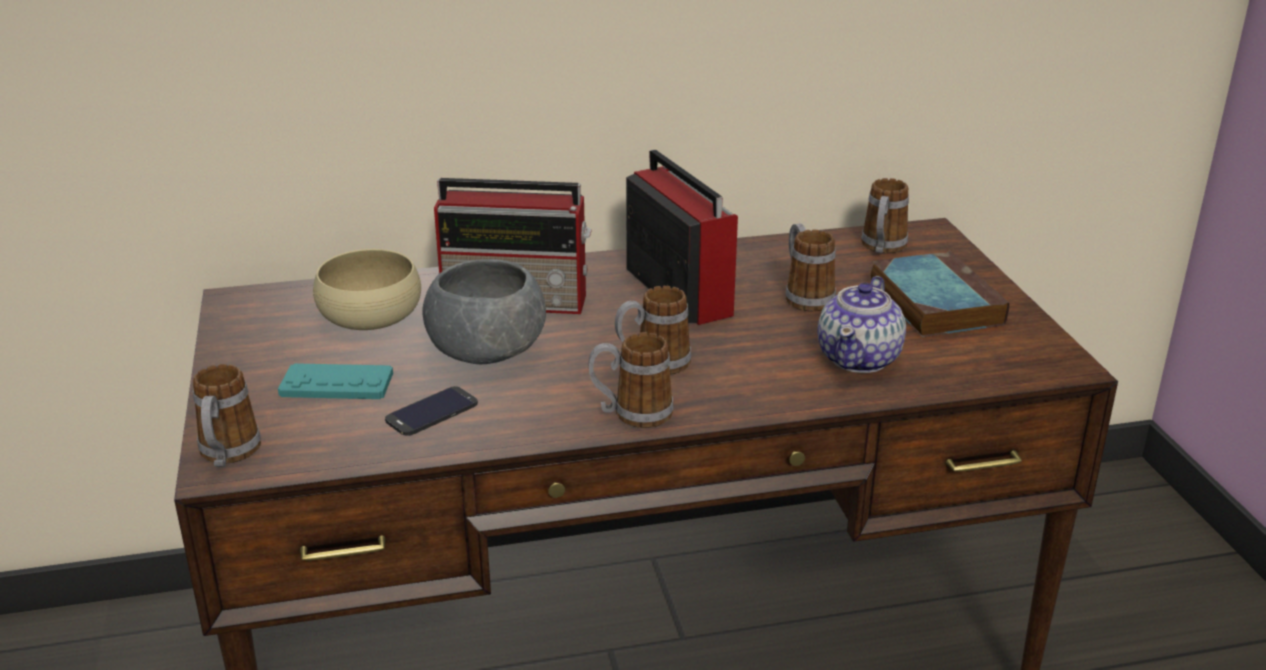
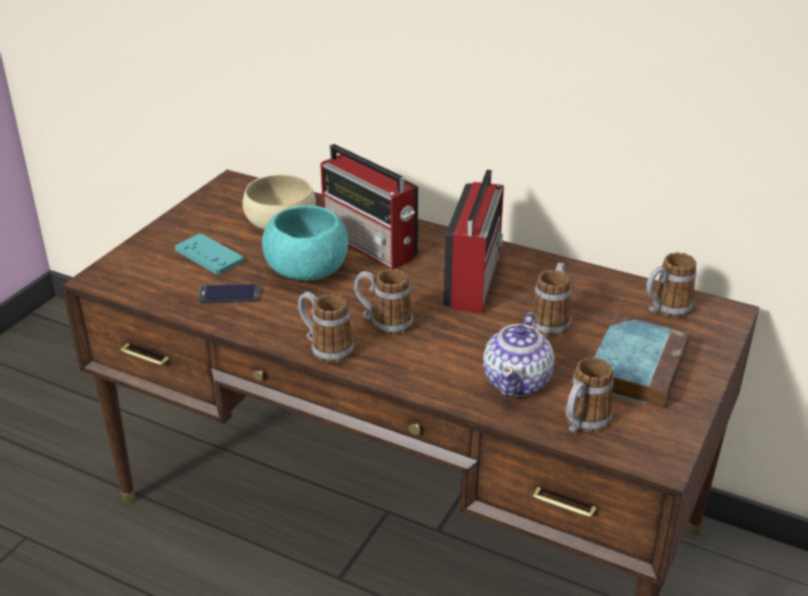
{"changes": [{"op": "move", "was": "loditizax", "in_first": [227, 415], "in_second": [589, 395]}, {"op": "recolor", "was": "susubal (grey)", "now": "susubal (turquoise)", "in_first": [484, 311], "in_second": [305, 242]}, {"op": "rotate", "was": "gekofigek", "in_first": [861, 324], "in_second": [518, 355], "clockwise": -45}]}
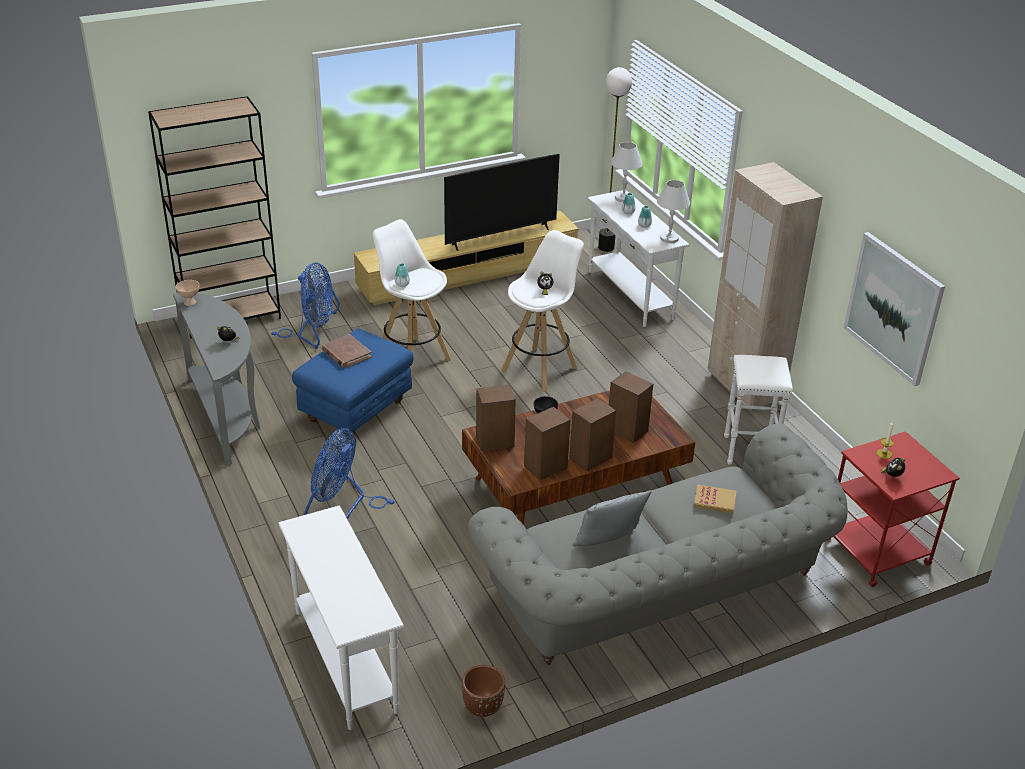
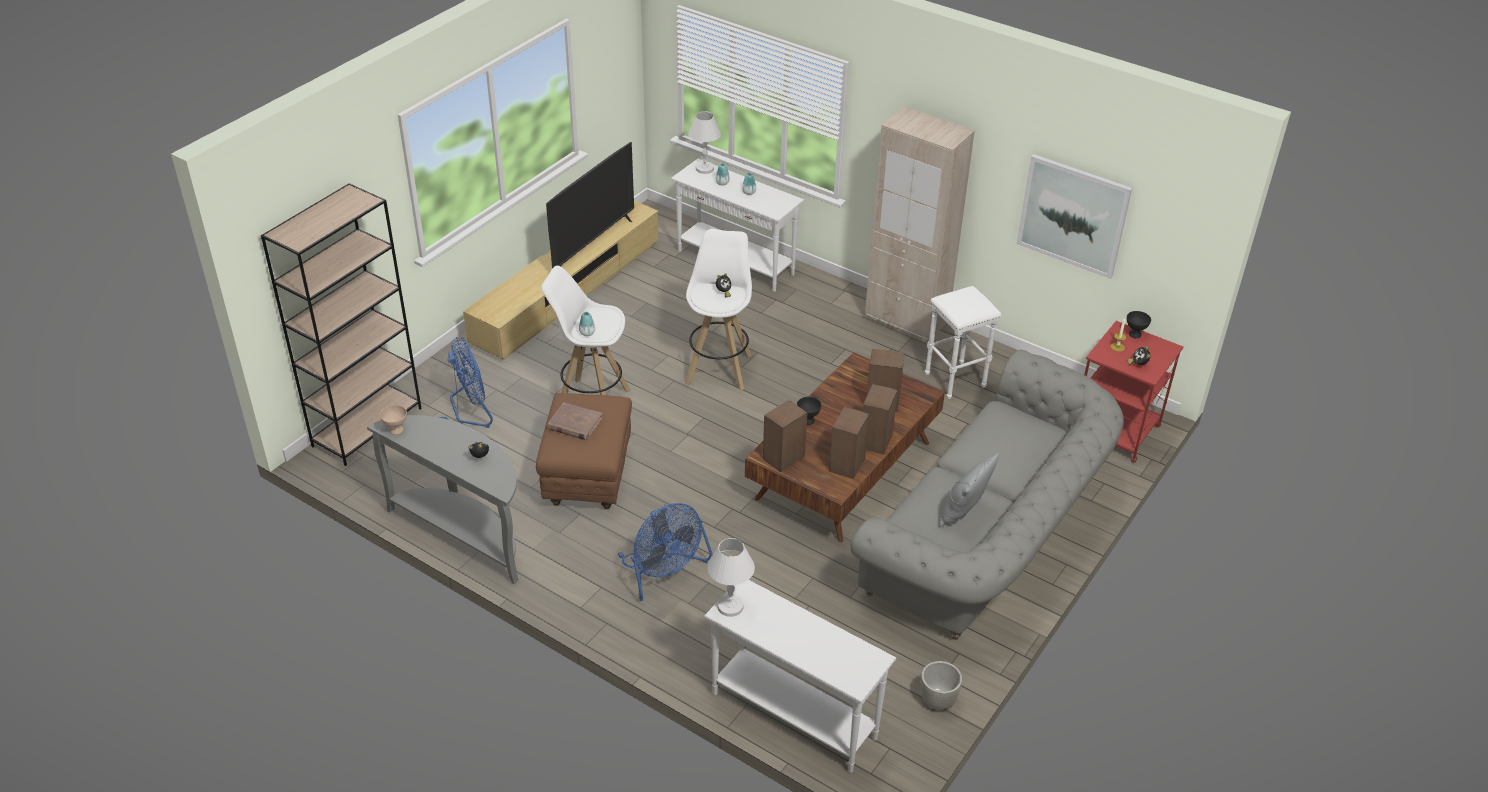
{"changes": [{"op": "recolor", "was": "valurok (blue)", "now": "valurok (brown)", "in_first": [353, 384], "in_second": [584, 451]}, {"op": "rotate", "was": "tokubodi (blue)", "in_first": [349, 473], "in_second": [665, 552], "clockwise": -120}, {"op": "recolor", "was": "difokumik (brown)", "now": "difokumik (grey)", "in_first": [483, 691], "in_second": [941, 685]}, {"op": "delete", "was": "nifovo", "in_first": [615, 159]}, {"op": "move", "was": "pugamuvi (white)", "in_first": [673, 211], "in_second": [731, 577]}, {"op": "delete", "was": "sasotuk", "in_first": [715, 498]}, {"op": "insert", "now": "susubal (black)", "in_second": [1139, 324]}]}
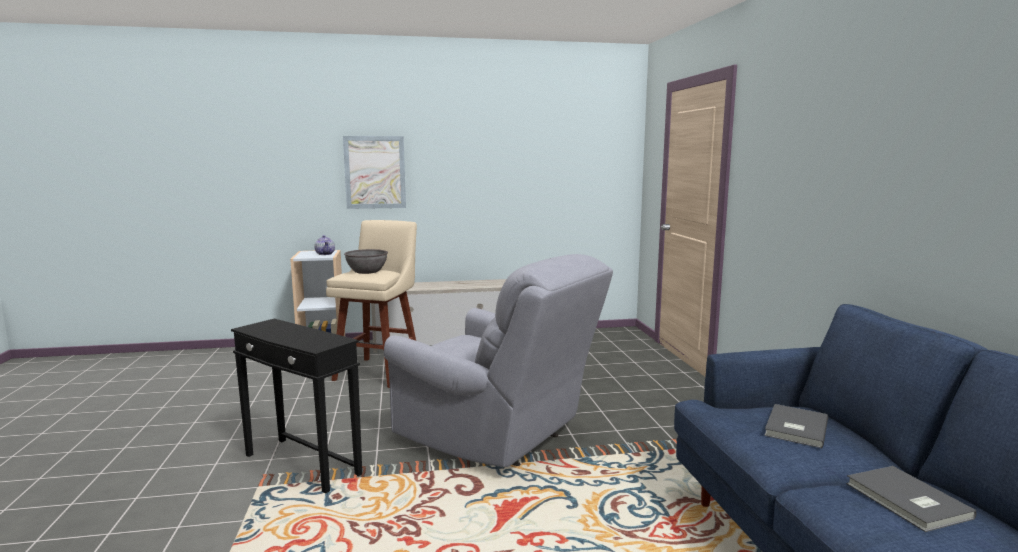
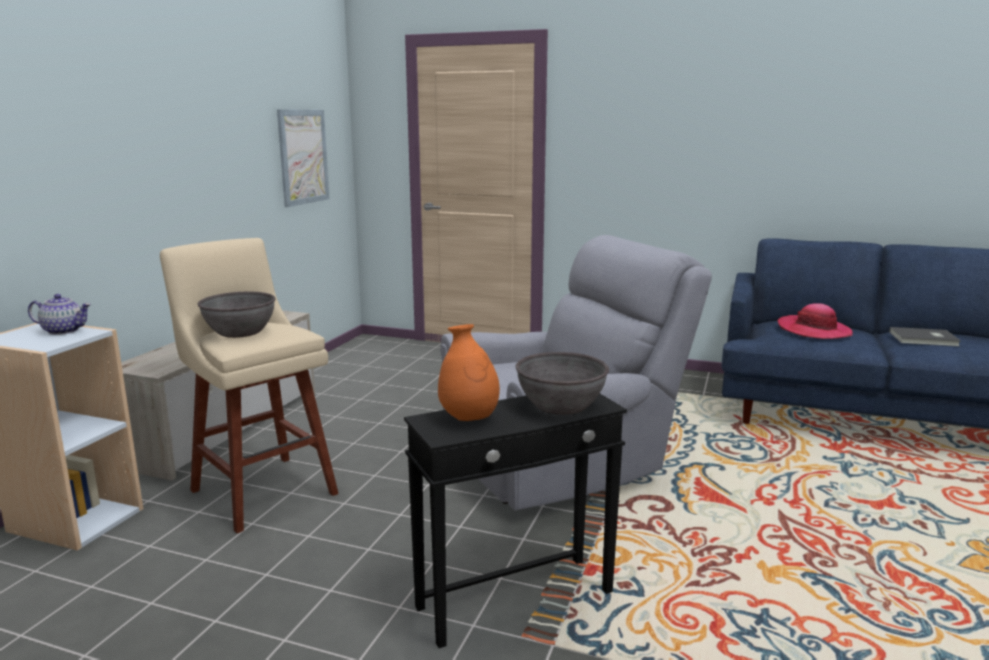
{"changes": [{"op": "move", "was": "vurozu", "in_first": [374, 172], "in_second": [303, 158]}, {"op": "replace", "was": "sasotuk (grey)", "now": "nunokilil", "in_first": [796, 426], "in_second": [815, 321]}, {"op": "insert", "now": "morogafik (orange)", "in_second": [469, 372]}, {"op": "insert", "now": "susubal (grey)", "in_second": [562, 383]}]}
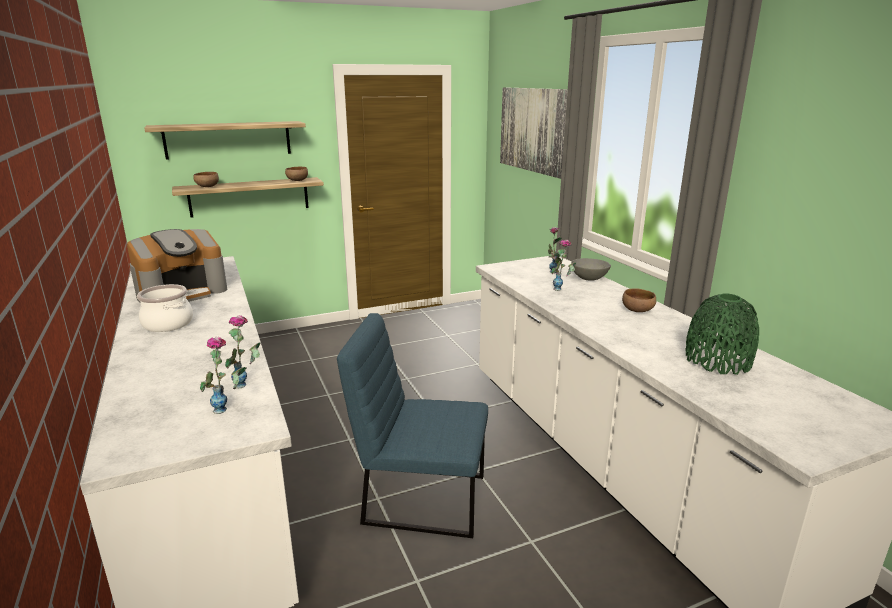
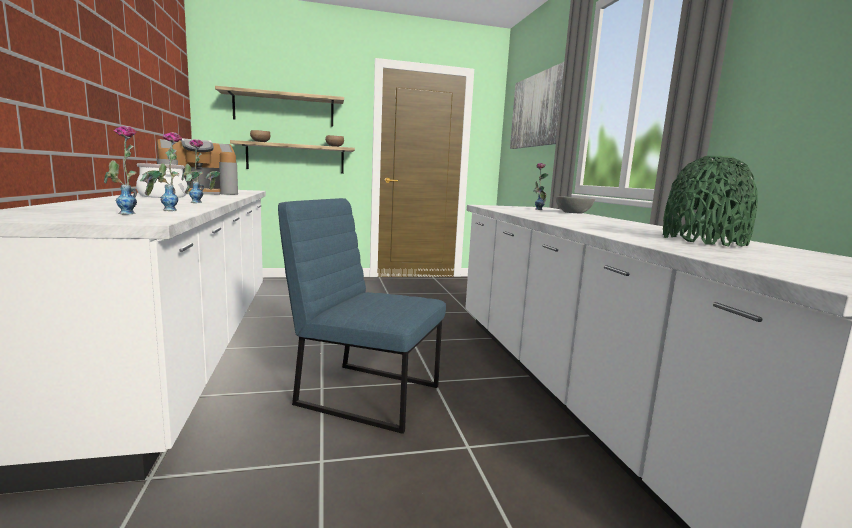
{"changes": [{"op": "move", "was": "morogafik", "in_first": [563, 265], "in_second": [201, 171]}, {"op": "delete", "was": "susubal (brown)", "in_first": [639, 300]}]}
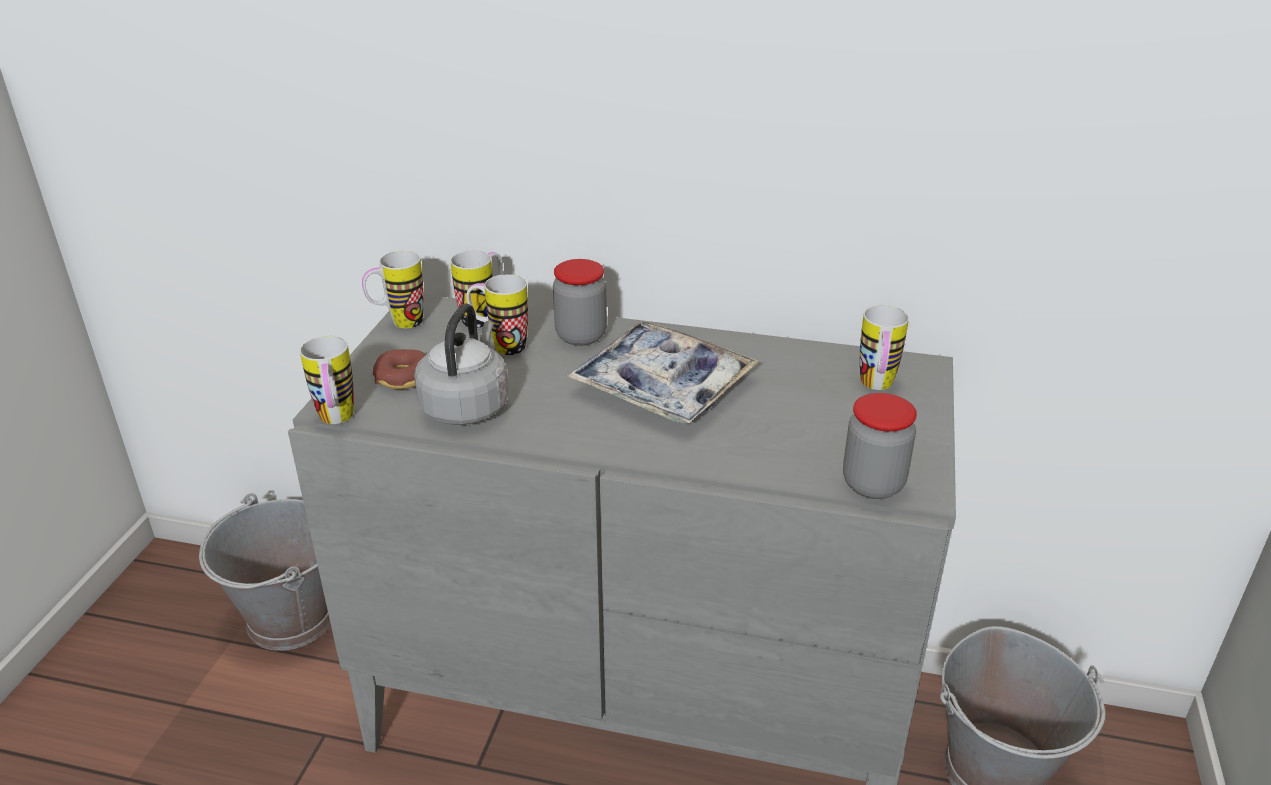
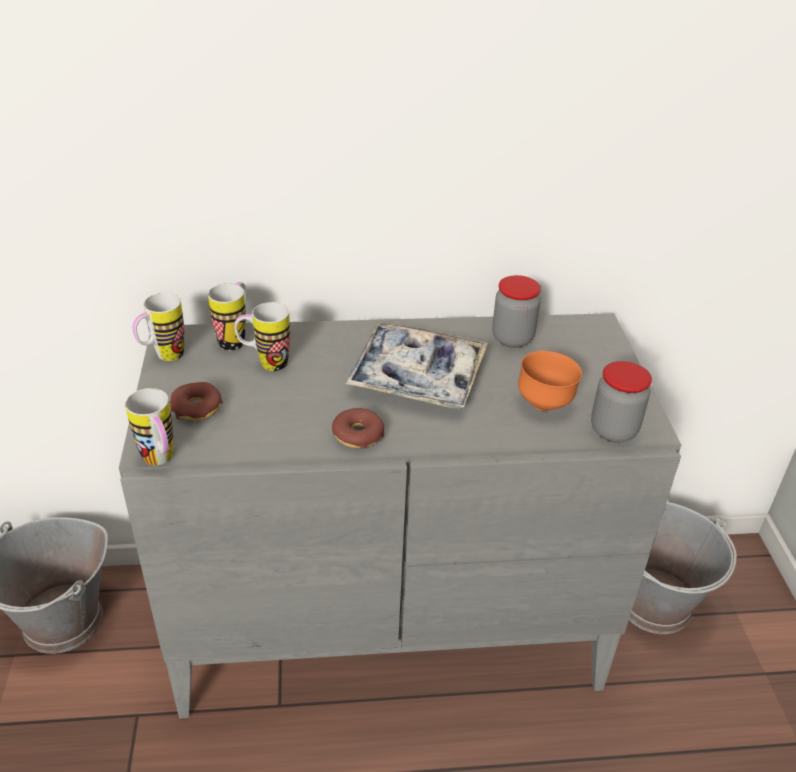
{"changes": [{"op": "delete", "was": "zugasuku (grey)", "in_first": [461, 364]}, {"op": "move", "was": "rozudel", "in_first": [580, 302], "in_second": [516, 311]}, {"op": "delete", "was": "loditizax", "in_first": [884, 347]}, {"op": "insert", "now": "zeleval", "in_second": [358, 428]}, {"op": "insert", "now": "susubal (orange)", "in_second": [550, 381]}]}
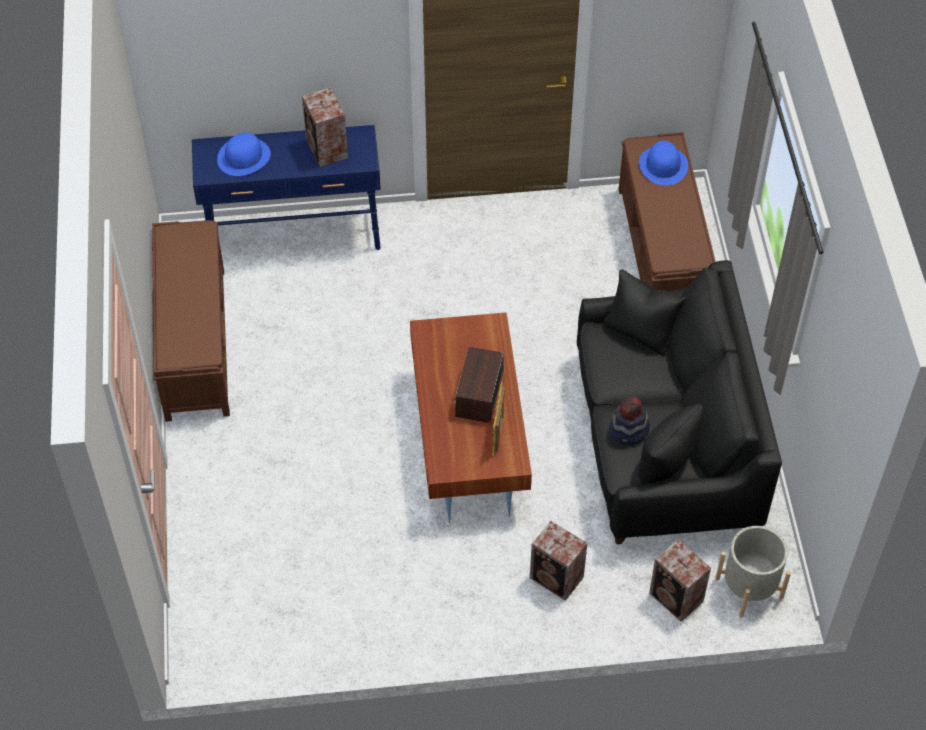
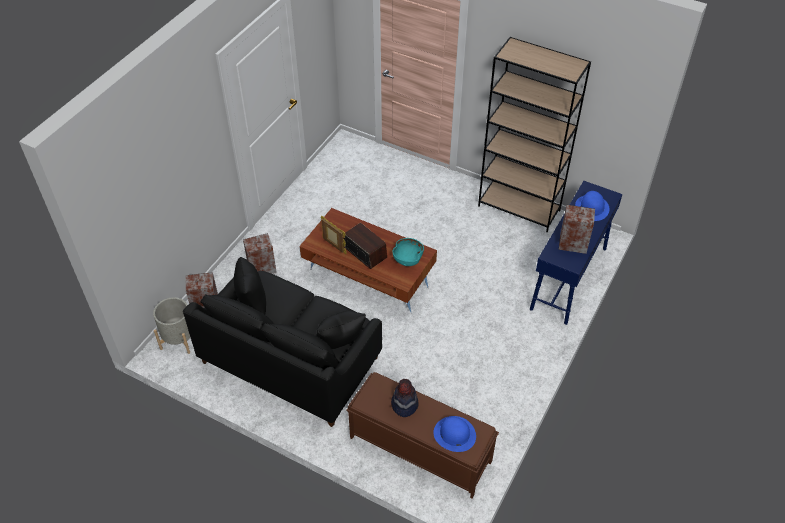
{"changes": [{"op": "replace", "was": "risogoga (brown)", "now": "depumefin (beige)", "in_first": [191, 321], "in_second": [534, 134]}, {"op": "move", "was": "nunokilil", "in_first": [629, 420], "in_second": [405, 398]}, {"op": "insert", "now": "susubal (turquoise)", "in_second": [408, 252]}]}
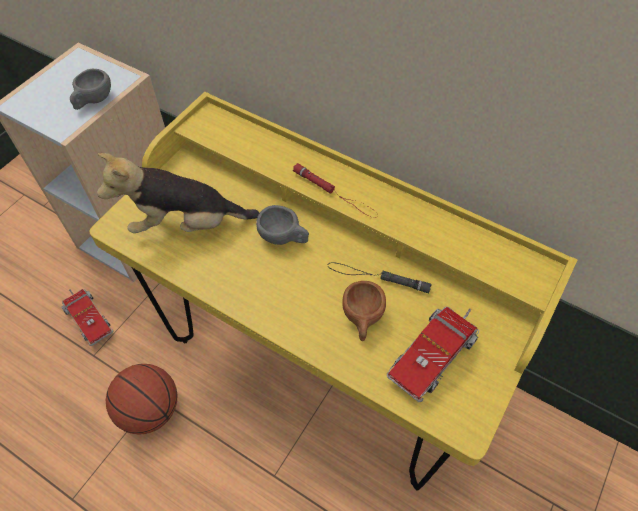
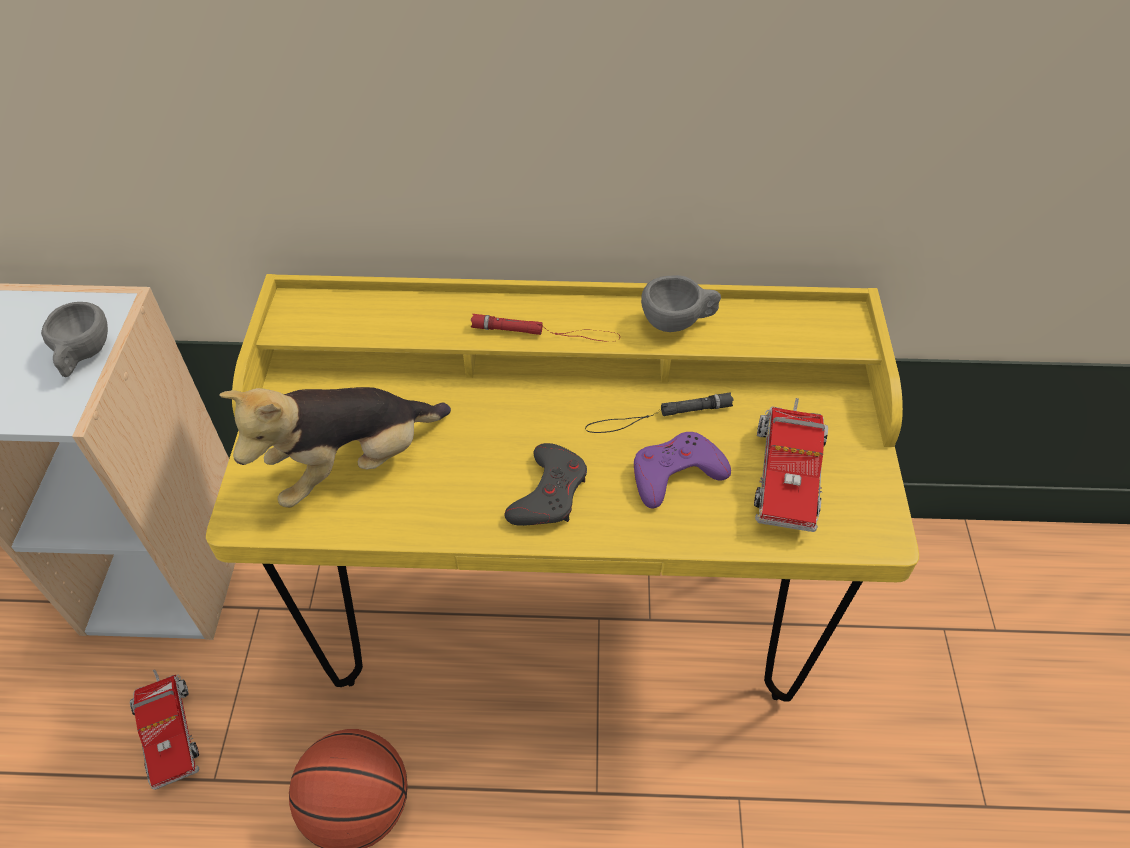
{"changes": [{"op": "rotate", "was": "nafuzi", "in_first": [87, 317], "in_second": [164, 729], "clockwise": 45}, {"op": "move", "was": "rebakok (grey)", "in_first": [282, 225], "in_second": [681, 303]}, {"op": "replace", "was": "rebakok (brown)", "now": "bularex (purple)", "in_first": [364, 311], "in_second": [682, 470]}, {"op": "insert", "now": "bularex (grey)", "in_second": [546, 484]}]}
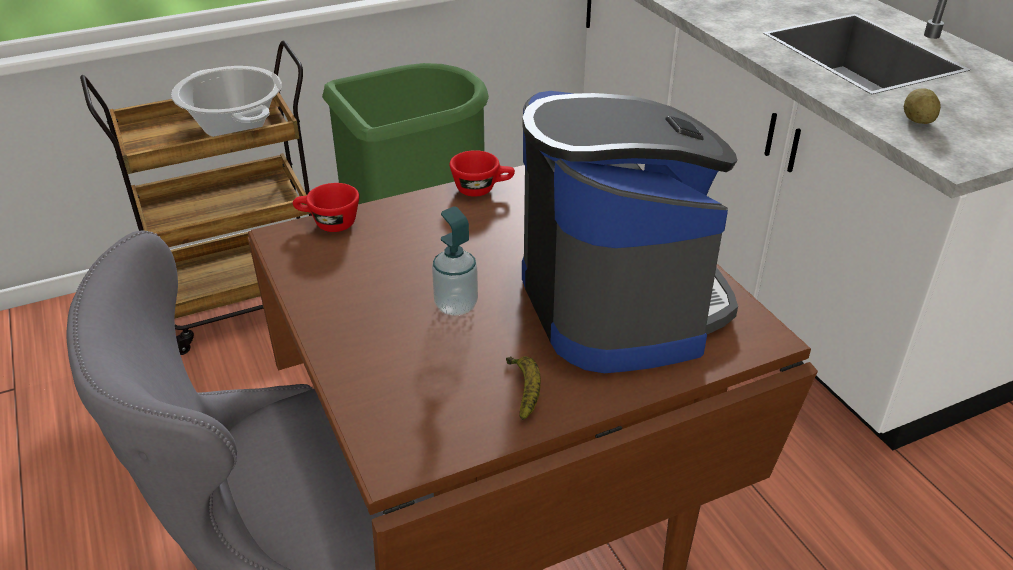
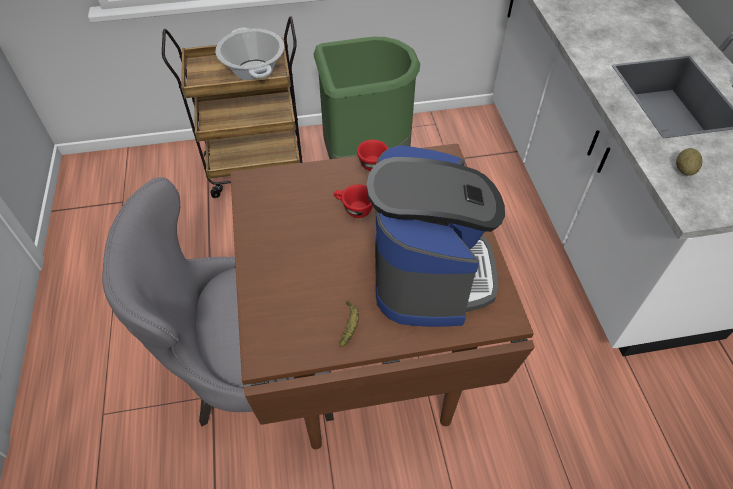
{"changes": [{"op": "move", "was": "rebakok (red)", "in_first": [326, 207], "in_second": [353, 201]}, {"op": "delete", "was": "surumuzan", "in_first": [455, 261]}]}
